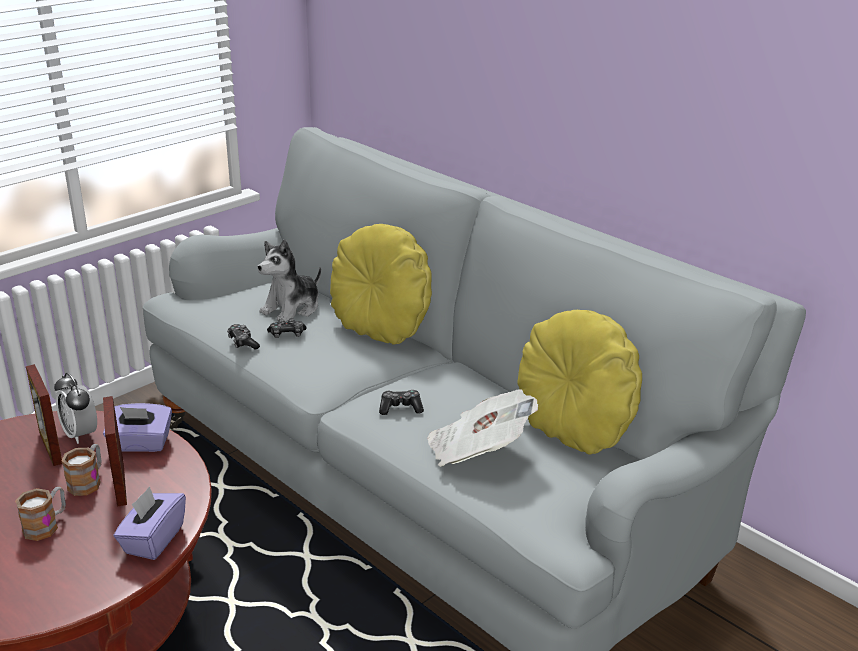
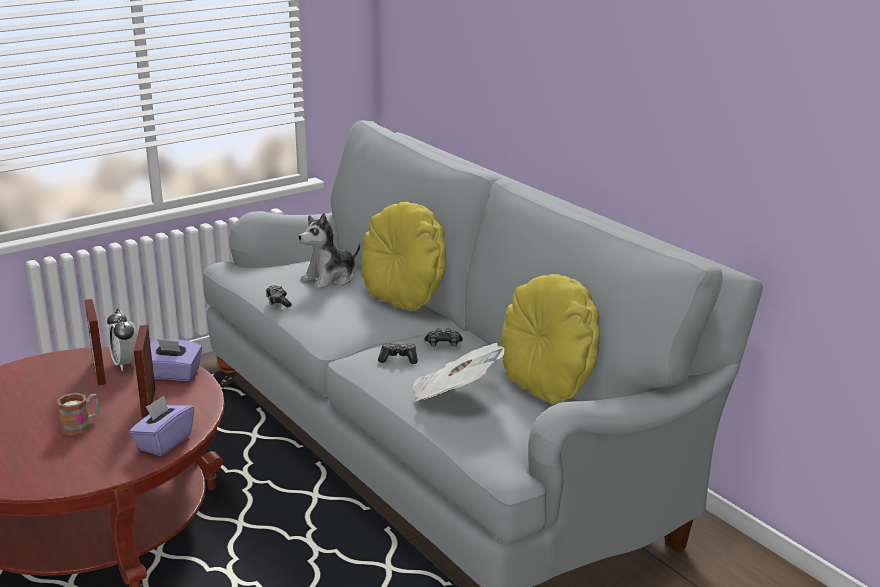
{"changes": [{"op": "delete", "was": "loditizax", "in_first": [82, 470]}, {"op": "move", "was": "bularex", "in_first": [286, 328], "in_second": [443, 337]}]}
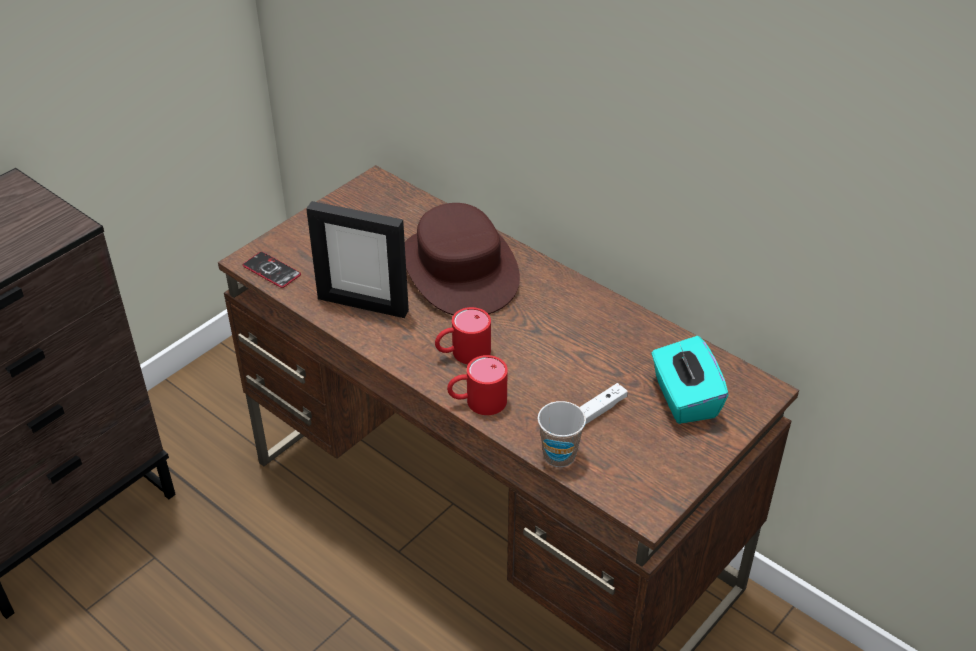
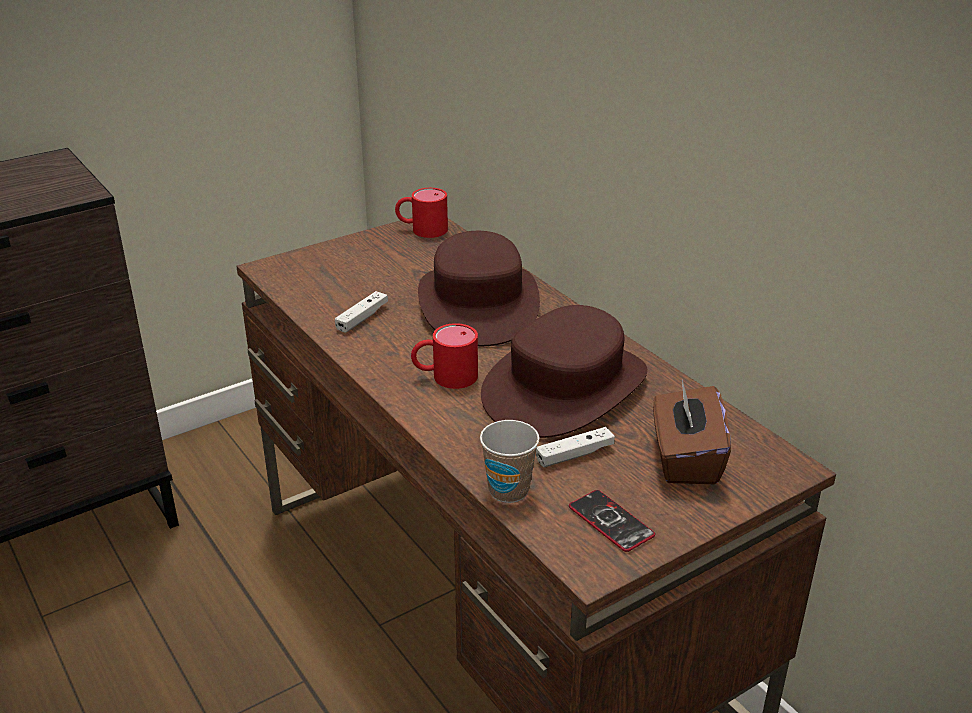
{"changes": [{"op": "move", "was": "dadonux", "in_first": [272, 270], "in_second": [612, 521]}, {"op": "replace", "was": "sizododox", "now": "bularex (white)", "in_first": [357, 259], "in_second": [361, 312]}, {"op": "move", "was": "loditizax (red)", "in_first": [477, 385], "in_second": [421, 213]}, {"op": "recolor", "was": "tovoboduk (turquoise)", "now": "tovoboduk (brown)", "in_first": [690, 380], "in_second": [692, 432]}, {"op": "insert", "now": "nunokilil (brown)", "in_second": [564, 371]}]}
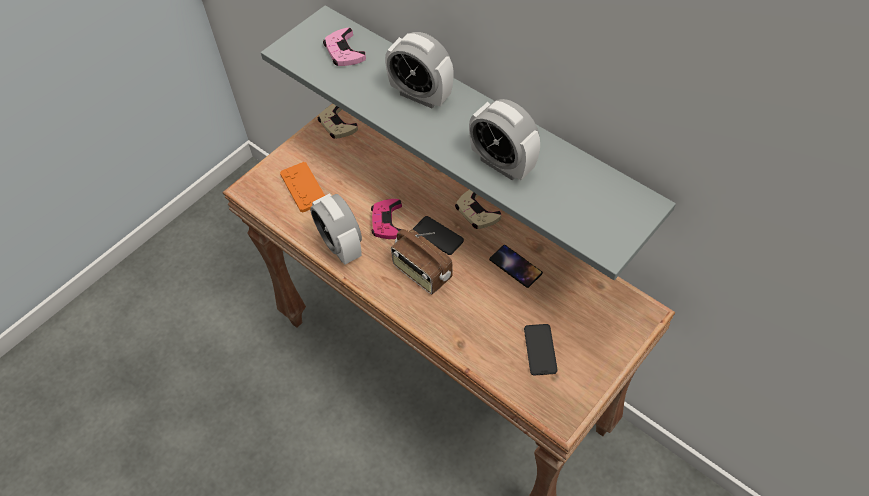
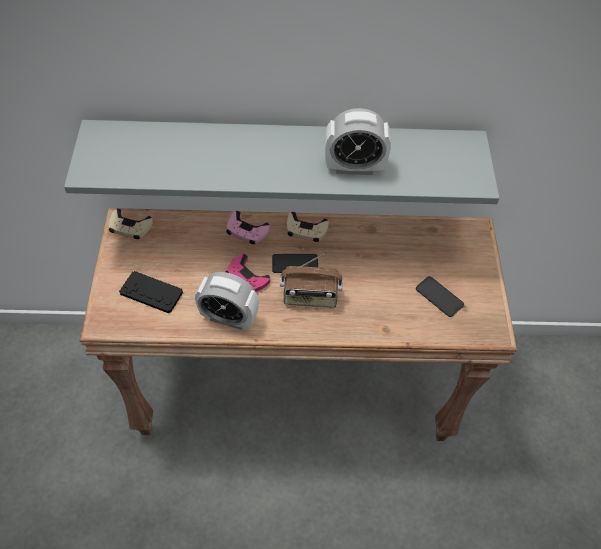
{"changes": [{"op": "recolor", "was": "bularex (orange)", "now": "bularex (black)", "in_first": [302, 187], "in_second": [151, 292]}, {"op": "move", "was": "bularex (pink)", "in_first": [344, 47], "in_second": [248, 227]}, {"op": "delete", "was": "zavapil", "in_first": [419, 70]}, {"op": "delete", "was": "dadonux", "in_first": [516, 266]}]}
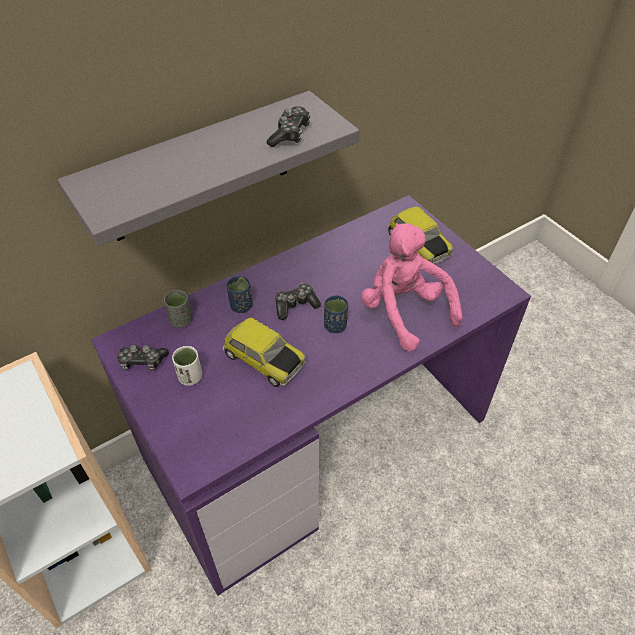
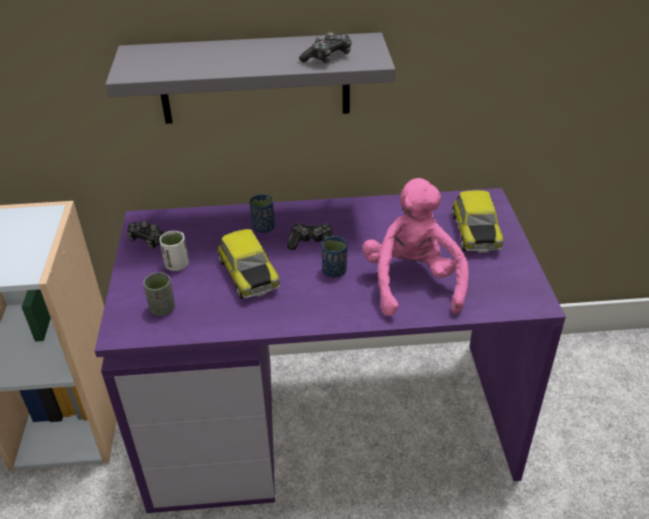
{"changes": [{"op": "move", "was": "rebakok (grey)", "in_first": [178, 309], "in_second": [159, 294]}]}
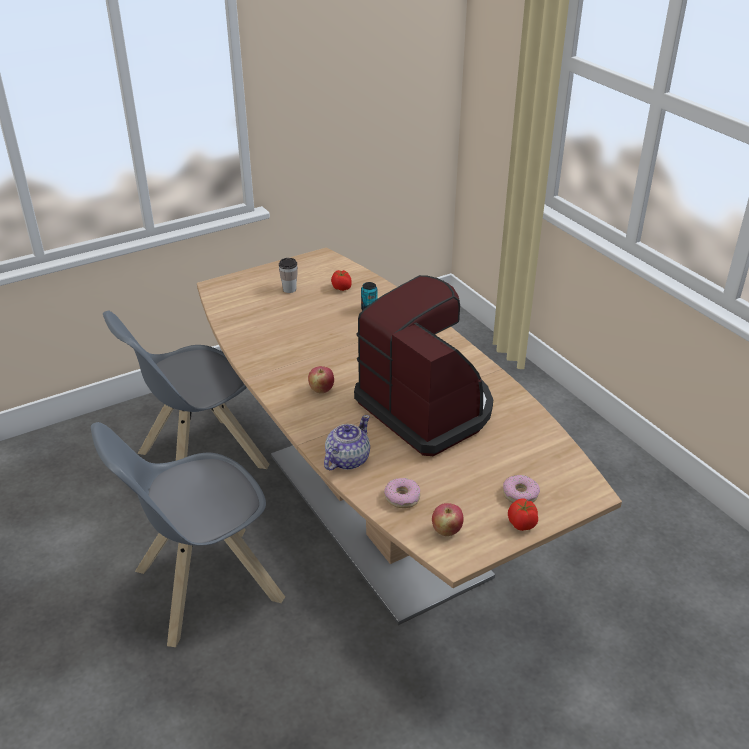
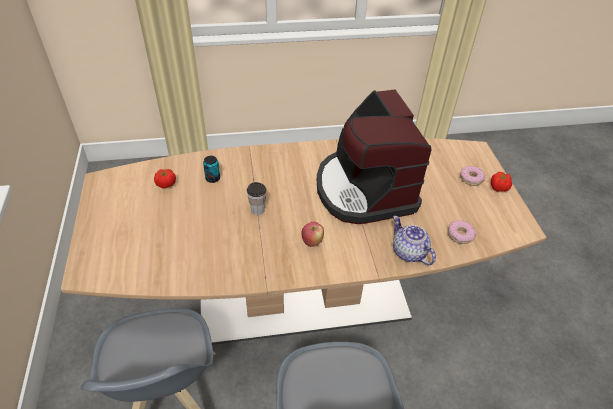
{"changes": [{"op": "move", "was": "rebakok", "in_first": [288, 275], "in_second": [256, 198]}, {"op": "rotate", "was": "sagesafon", "in_first": [423, 365], "in_second": [374, 157], "clockwise": -90}, {"op": "delete", "was": "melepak", "in_first": [448, 519]}]}
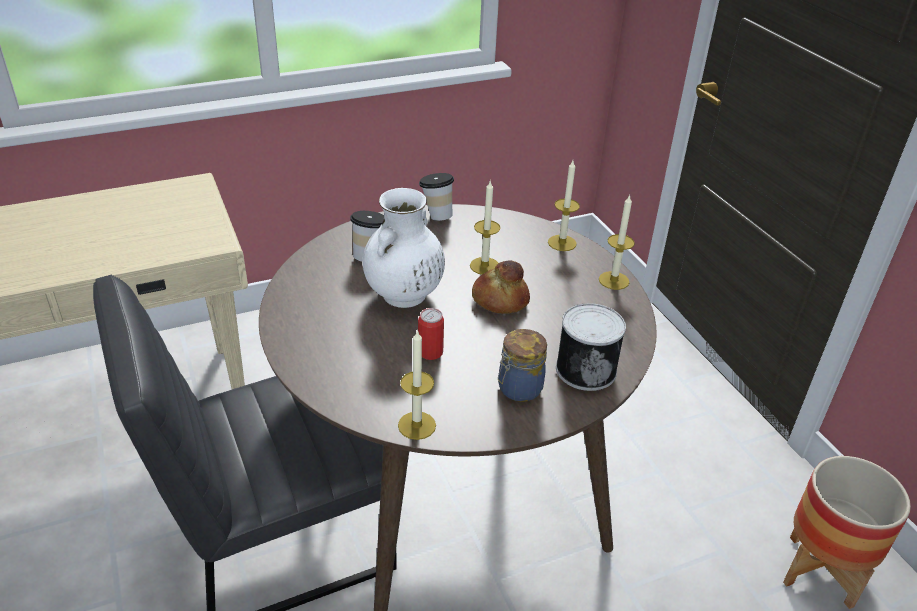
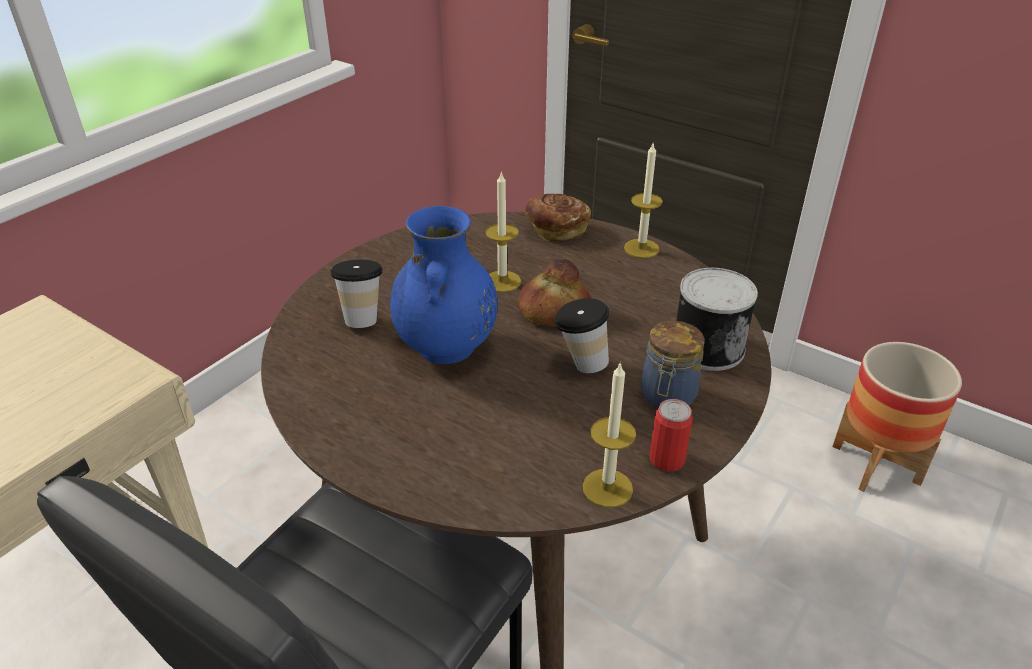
{"changes": [{"op": "recolor", "was": "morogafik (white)", "now": "morogafik (blue)", "in_first": [404, 248], "in_second": [443, 285]}, {"op": "move", "was": "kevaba", "in_first": [431, 334], "in_second": [671, 435]}, {"op": "move", "was": "rebakok", "in_first": [436, 197], "in_second": [581, 335]}, {"op": "replace", "was": "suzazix", "now": "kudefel", "in_first": [564, 206], "in_second": [558, 217]}]}
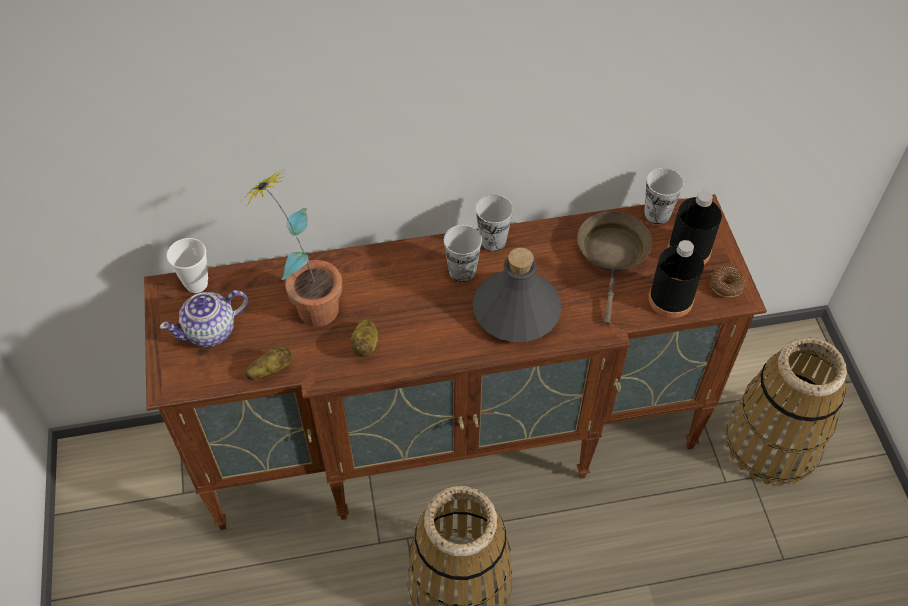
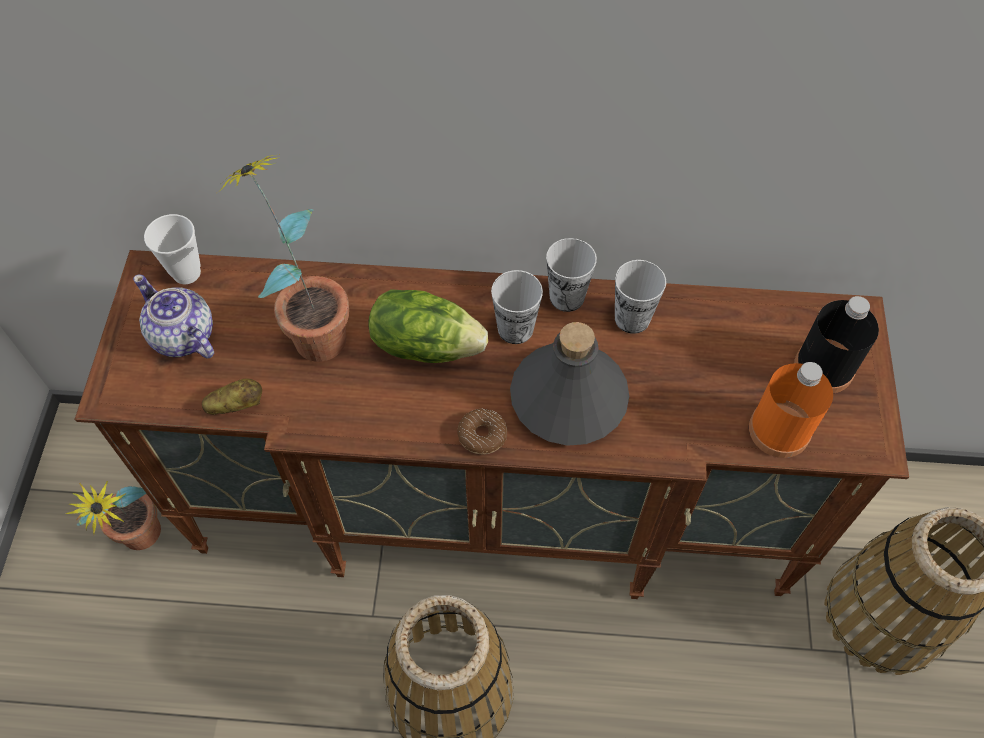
{"changes": [{"op": "rotate", "was": "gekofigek", "in_first": [204, 318], "in_second": [173, 316], "clockwise": 60}, {"op": "delete", "was": "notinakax", "in_first": [364, 338]}, {"op": "delete", "was": "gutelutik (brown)", "in_first": [614, 268]}, {"op": "move", "was": "rebakok", "in_first": [664, 196], "in_second": [640, 297]}, {"op": "recolor", "was": "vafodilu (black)", "now": "vafodilu (orange)", "in_first": [676, 279], "in_second": [791, 410]}, {"op": "move", "was": "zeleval", "in_first": [727, 282], "in_second": [482, 431]}, {"op": "insert", "now": "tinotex", "in_second": [113, 515]}, {"op": "insert", "now": "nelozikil", "in_second": [428, 326]}]}
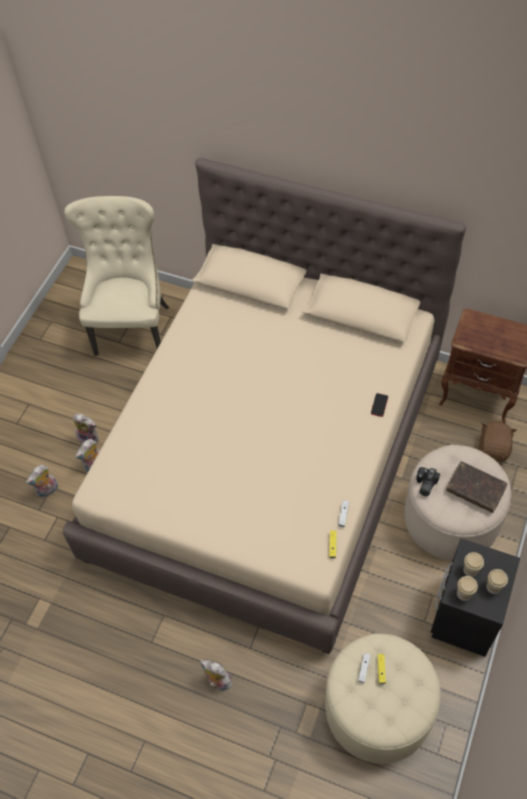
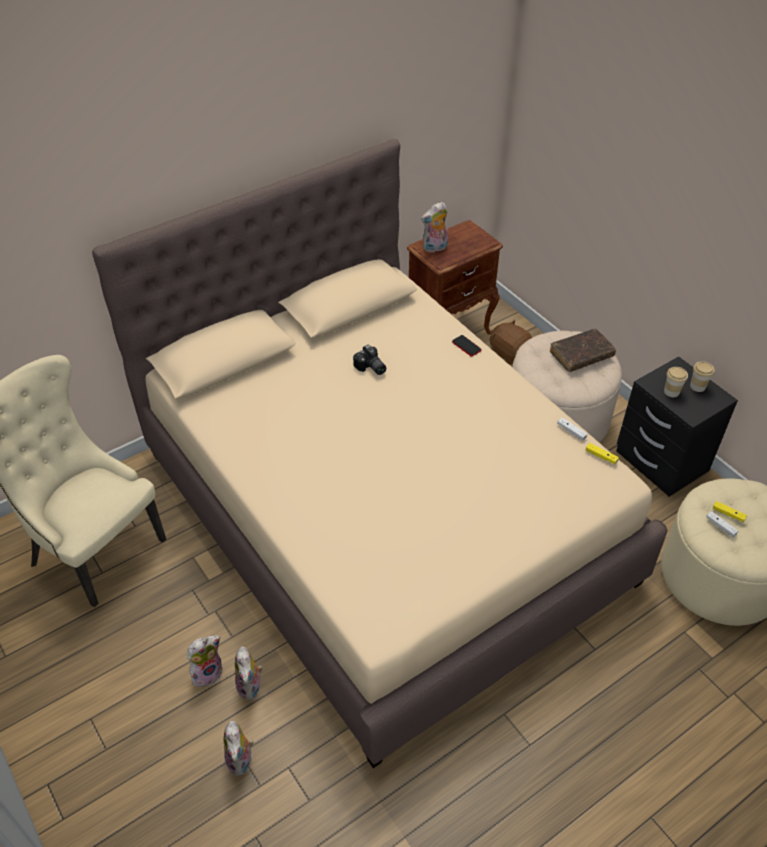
{"changes": [{"op": "move", "was": "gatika", "in_first": [217, 675], "in_second": [434, 227]}, {"op": "move", "was": "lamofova", "in_first": [428, 481], "in_second": [369, 360]}, {"op": "delete", "was": "rebakok", "in_first": [467, 588]}]}
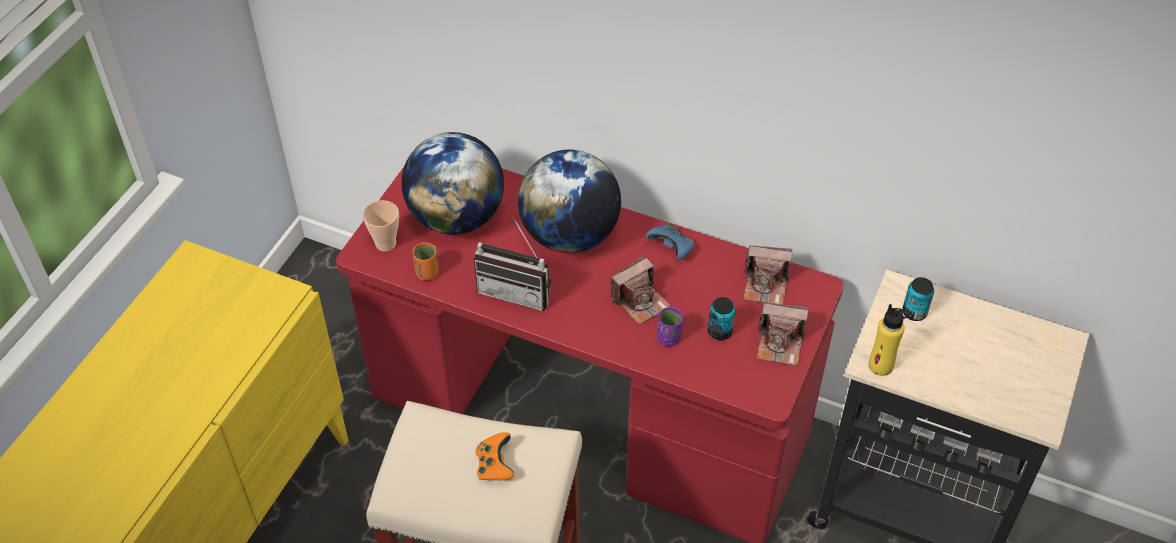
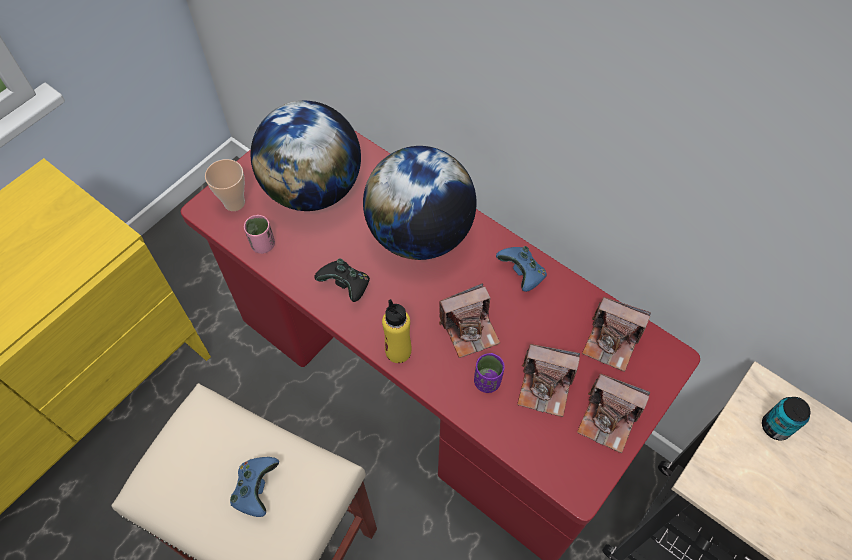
{"changes": [{"op": "recolor", "was": "rebakok (orange)", "now": "rebakok (pink)", "in_first": [426, 261], "in_second": [259, 234]}, {"op": "replace", "was": "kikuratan", "now": "bularex (black)", "in_first": [512, 264], "in_second": [342, 280]}, {"op": "recolor", "was": "bularex (orange)", "now": "bularex (blue)", "in_first": [494, 456], "in_second": [254, 487]}, {"op": "replace", "was": "kevaba", "now": "lamofova", "in_first": [721, 318], "in_second": [548, 380]}, {"op": "move", "was": "vafodilu (yellow)", "in_first": [888, 340], "in_second": [397, 331]}]}
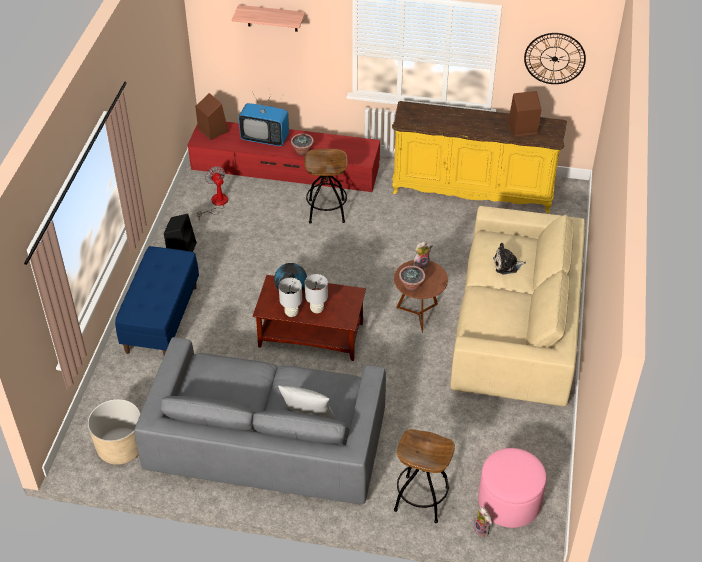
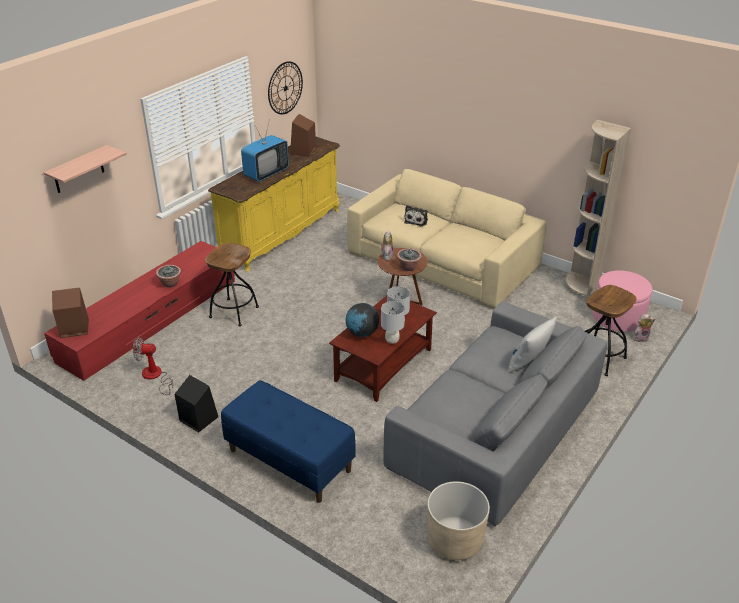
{"changes": [{"op": "move", "was": "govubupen", "in_first": [263, 118], "in_second": [265, 150]}, {"op": "insert", "now": "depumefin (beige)", "in_second": [598, 208]}]}
